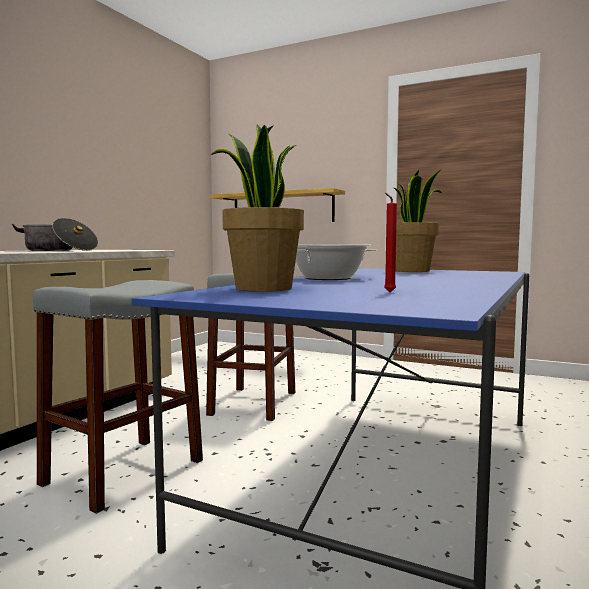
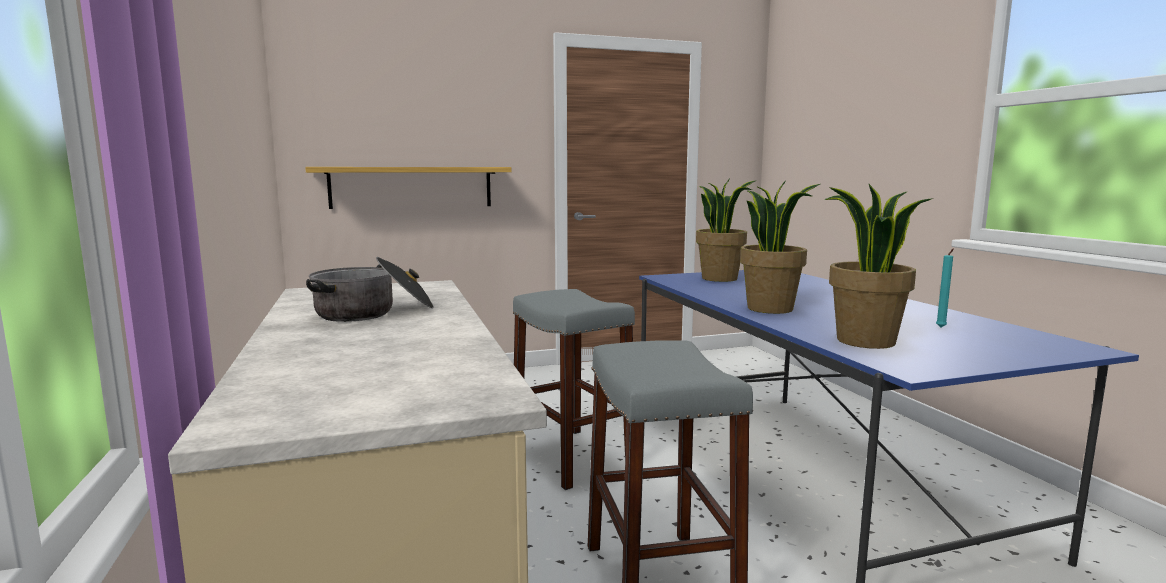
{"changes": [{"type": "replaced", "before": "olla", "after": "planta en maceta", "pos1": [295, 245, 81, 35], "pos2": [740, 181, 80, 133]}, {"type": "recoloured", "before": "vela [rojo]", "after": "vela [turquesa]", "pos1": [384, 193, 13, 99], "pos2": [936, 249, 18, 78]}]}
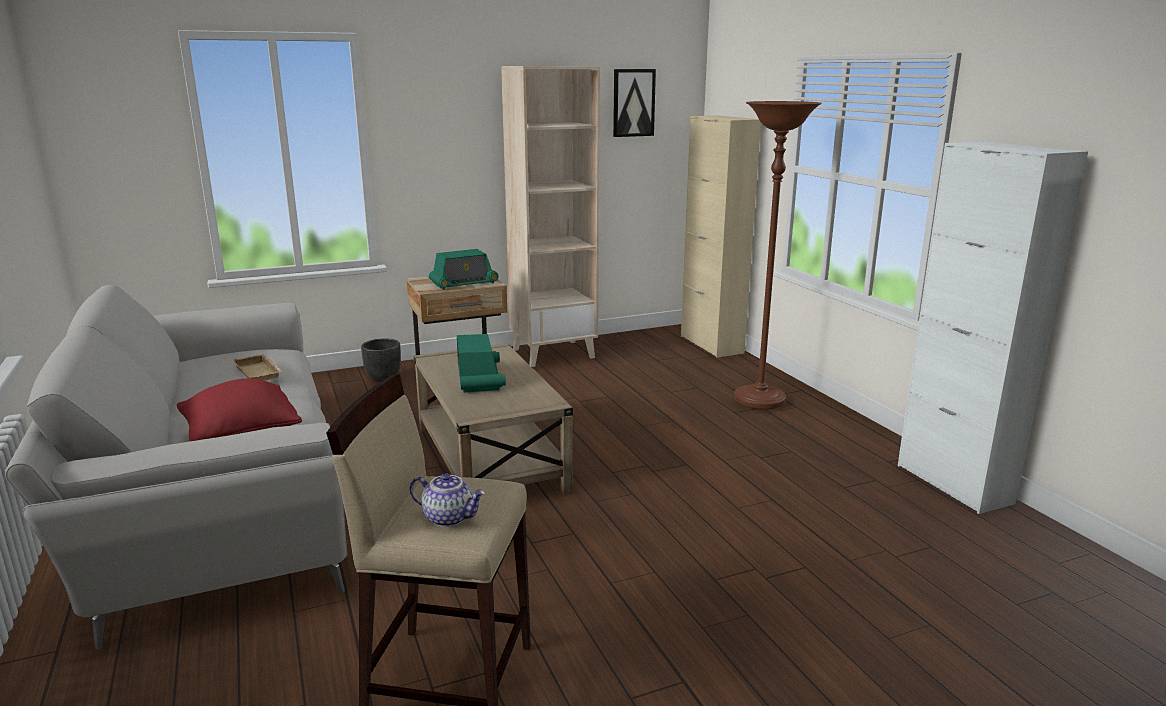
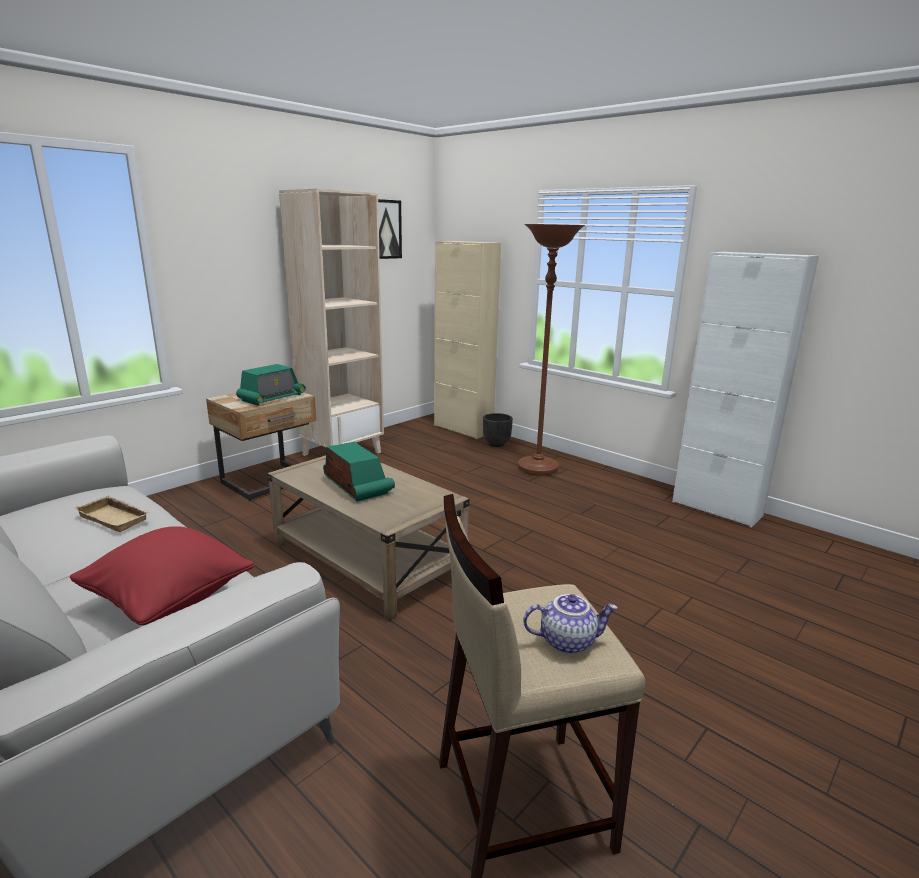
{"changes": [{"type": "moved", "before": "maceta [negro]", "pos1": [361, 338, 40, 44], "pos2": [483, 413, 30, 34]}]}
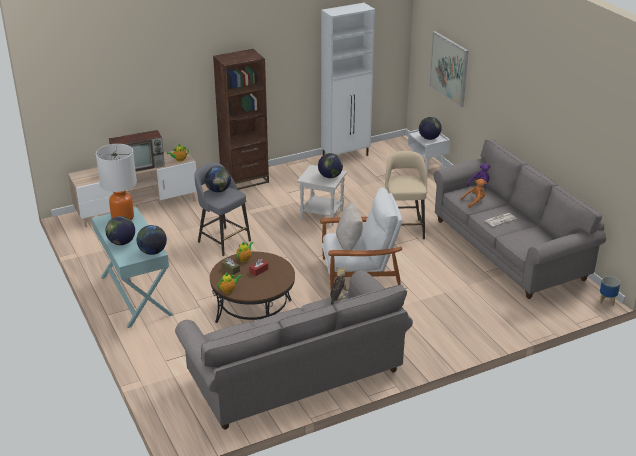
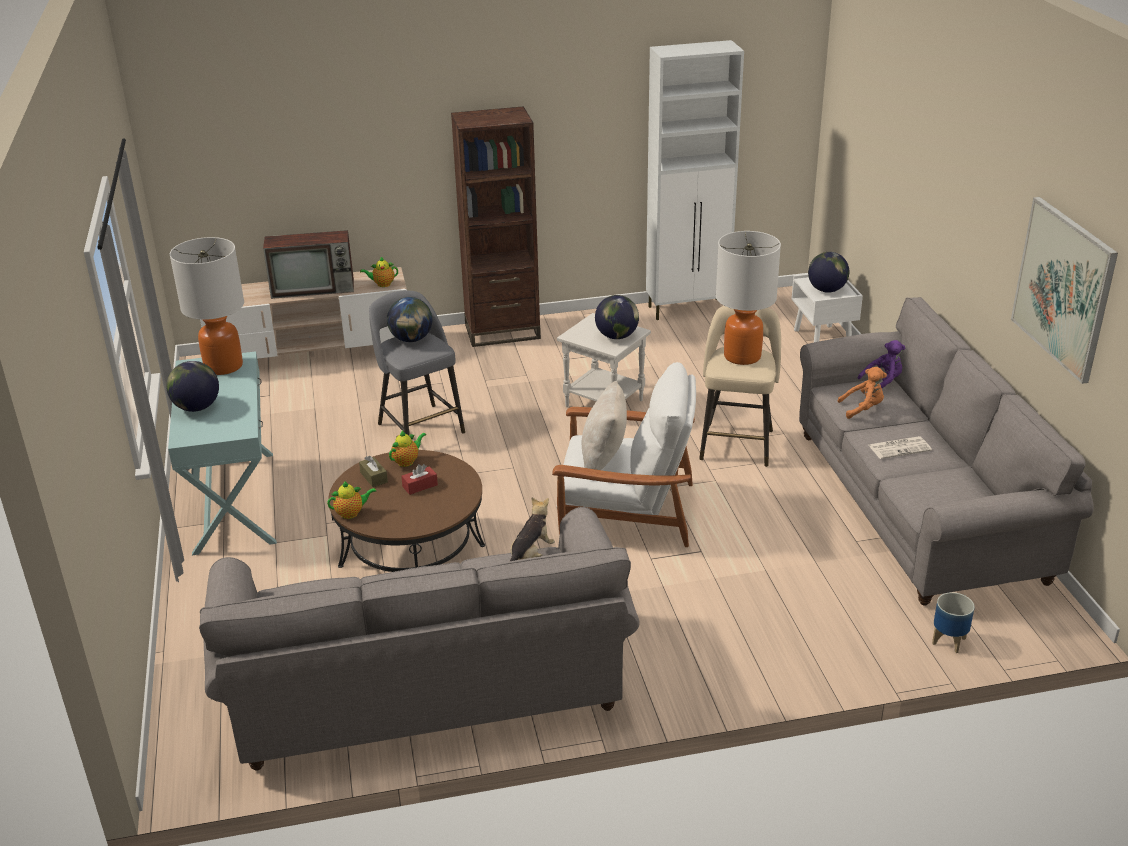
{"changes": [{"type": "added", "after": "lámpara de mesa", "pos2": [716, 231, 65, 134]}, {"type": "moved", "before": "maceta", "pos1": [600, 276, 20, 30], "pos2": [932, 592, 43, 61]}, {"type": "moved", "before": "cuadro", "pos1": [429, 31, 39, 76], "pos2": [1011, 197, 107, 187]}, {"type": "removed", "before": "globo terráqueo", "pos1": [137, 225, 30, 30]}]}
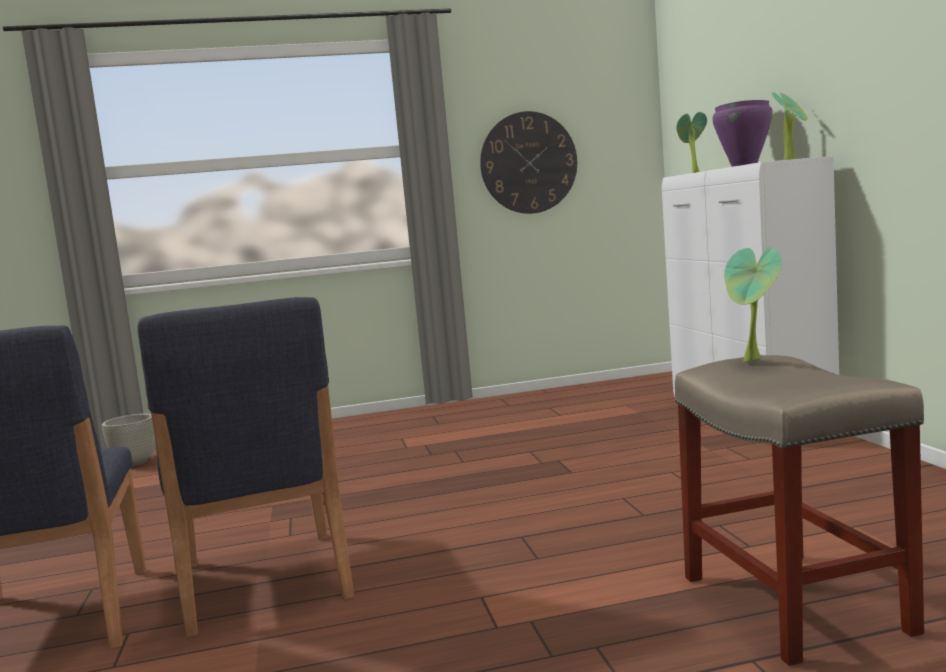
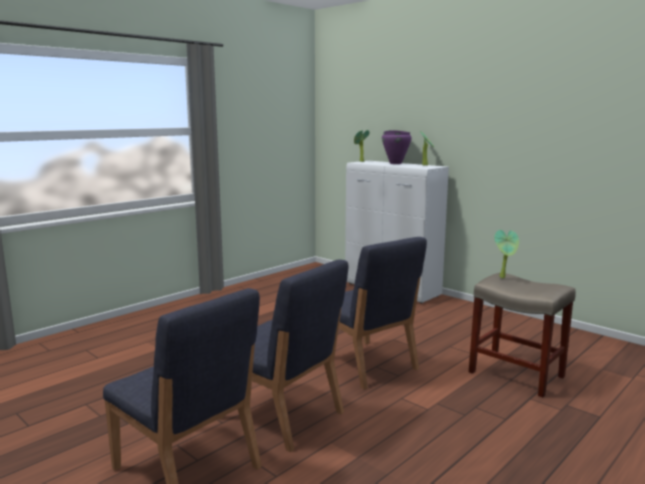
{"changes": [{"type": "added", "after": "silla [azul]", "pos2": [338, 237, 89, 152]}, {"type": "removed", "before": "maceta [gris]", "pos1": [102, 414, 54, 52]}, {"type": "removed", "before": "reloj de pared", "pos1": [480, 111, 97, 103]}]}
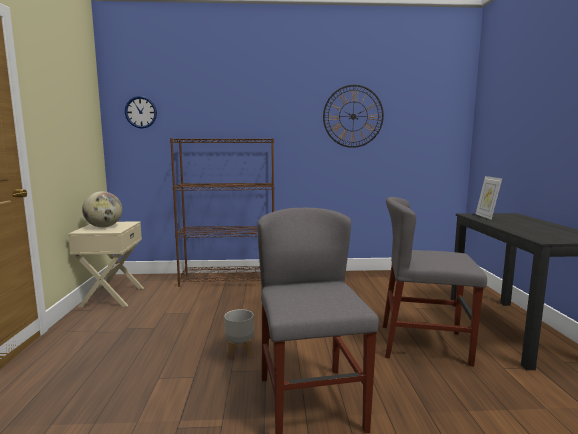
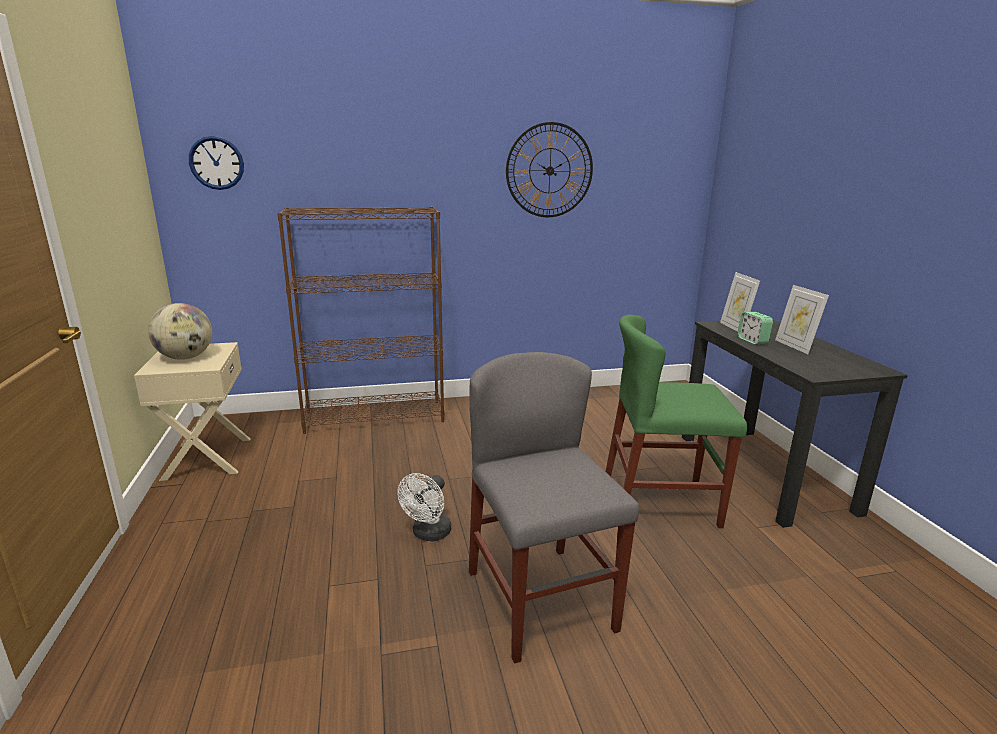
{"changes": [{"type": "replaced", "before": "maceta [gris]", "after": "ventilador [blanco]", "pos1": [224, 309, 30, 50], "pos2": [397, 473, 54, 68]}, {"type": "recoloured", "before": "silla [gris]", "after": "silla [verde]", "pos1": [383, 197, 104, 170], "pos2": [606, 315, 141, 213]}, {"type": "added", "after": "despertador", "pos2": [738, 312, 35, 33]}, {"type": "added", "after": "portarretratos", "pos2": [775, 285, 54, 69]}]}
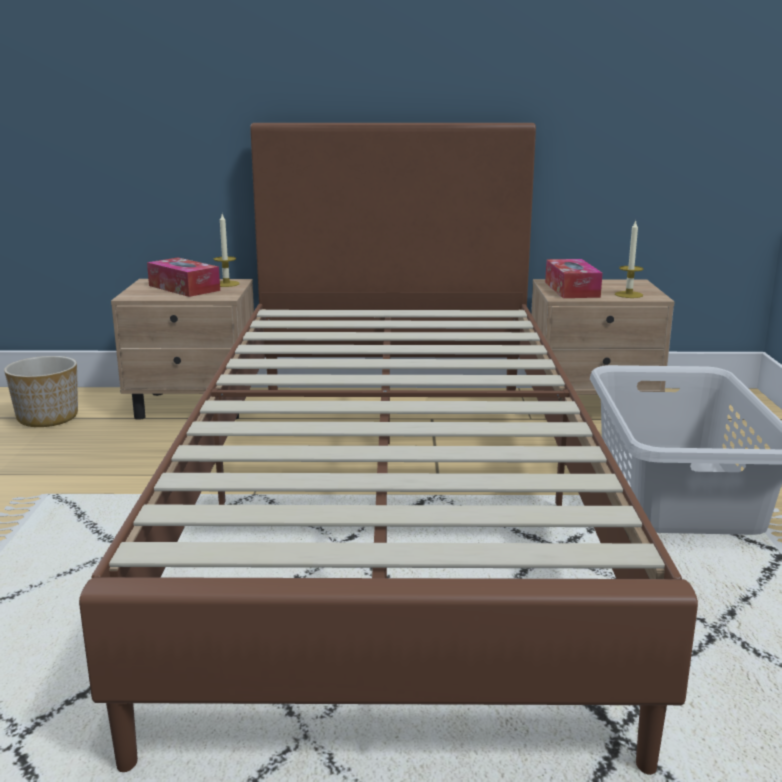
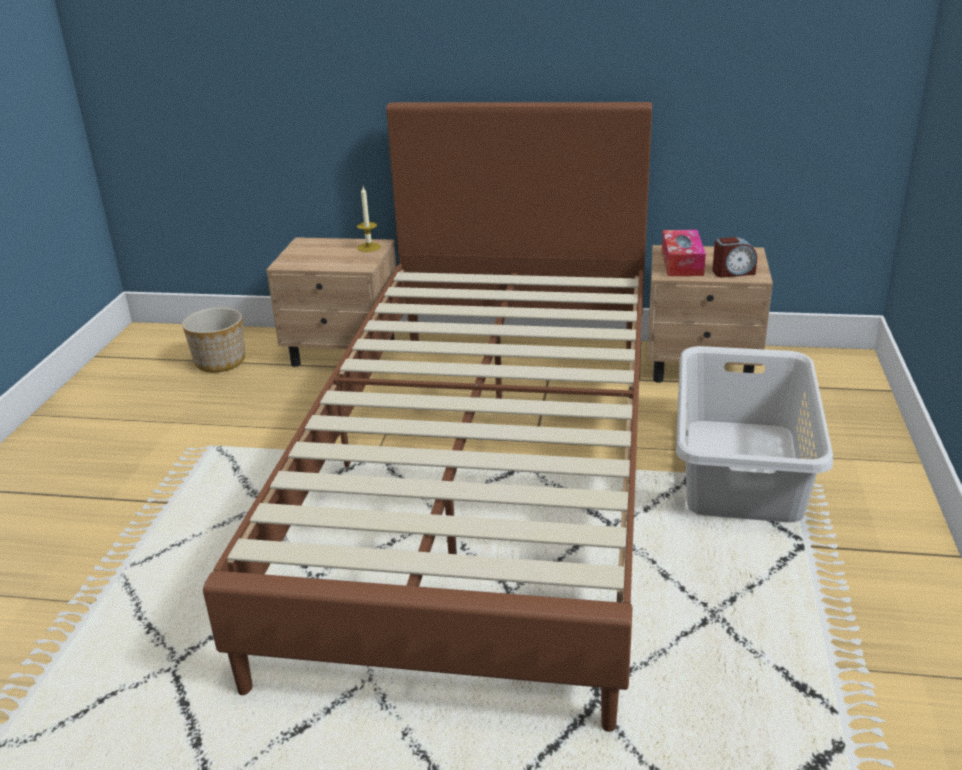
{"changes": [{"type": "replaced", "before": "vela", "after": "despertador", "pos1": [615, 220, 29, 78], "pos2": [712, 237, 45, 40]}, {"type": "removed", "before": "caja de pañuelos", "pos1": [147, 258, 73, 39]}]}
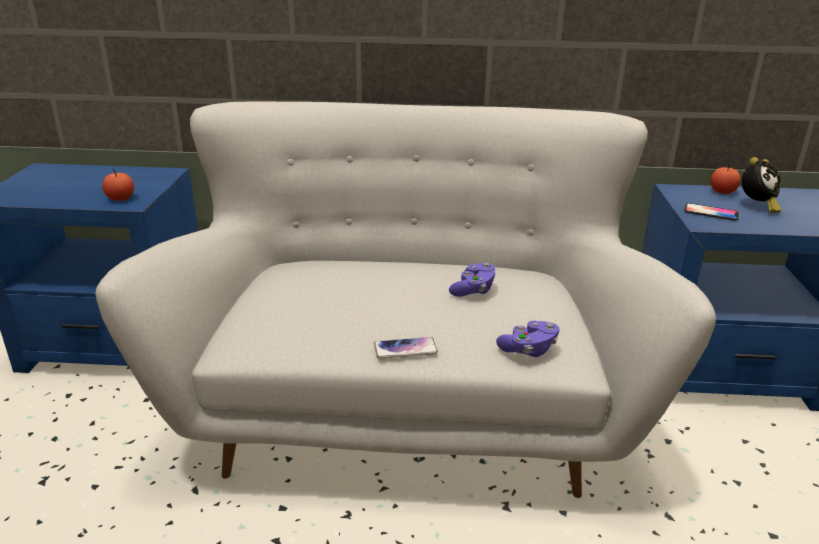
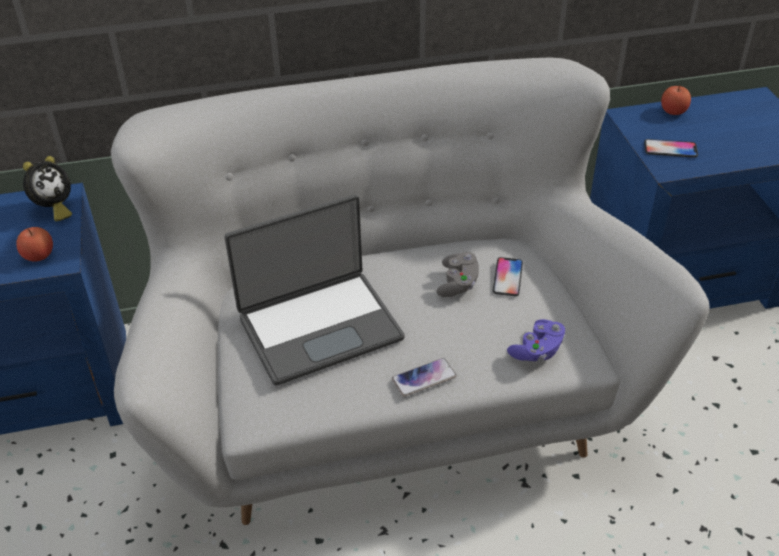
{"changes": [{"type": "moved", "before": "despertador", "pos1": [742, 157, 40, 56], "pos2": [23, 156, 49, 65]}, {"type": "added", "after": "portátil", "pos2": [224, 195, 181, 191]}, {"type": "recoloured", "before": "mando de consola [morado]", "after": "mando de consola [gris]", "pos1": [449, 263, 47, 34], "pos2": [436, 252, 43, 45]}, {"type": "added", "after": "móvil", "pos2": [493, 257, 30, 39]}]}
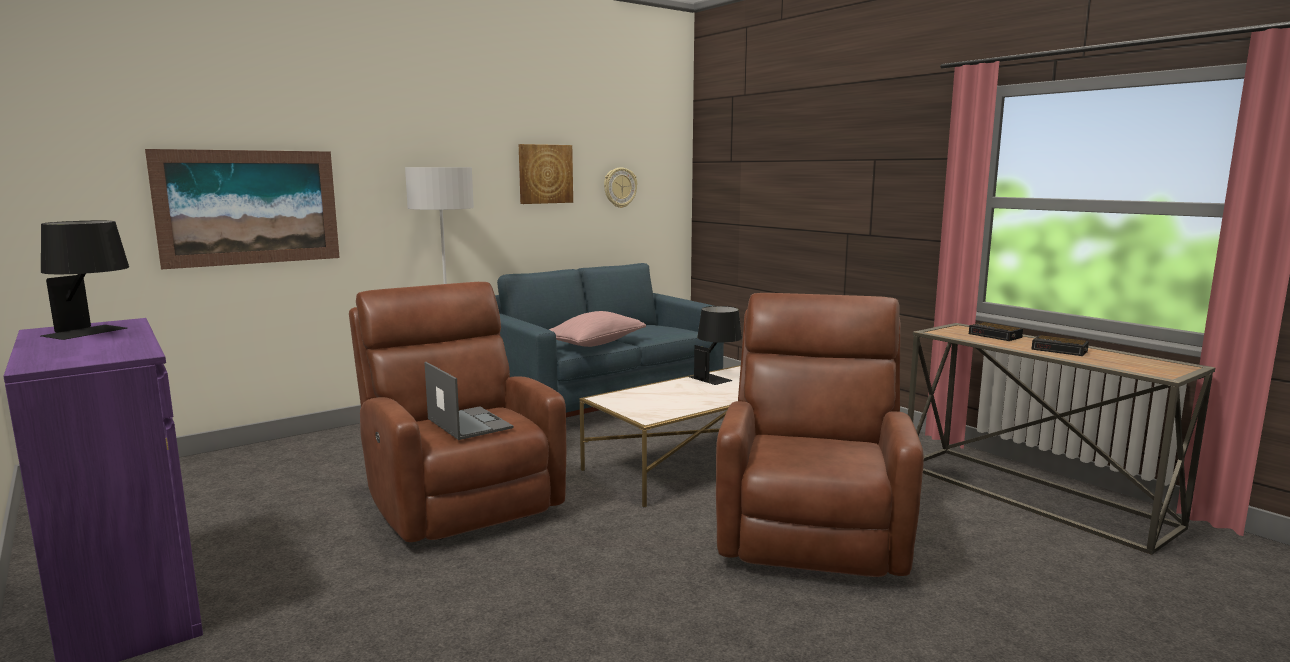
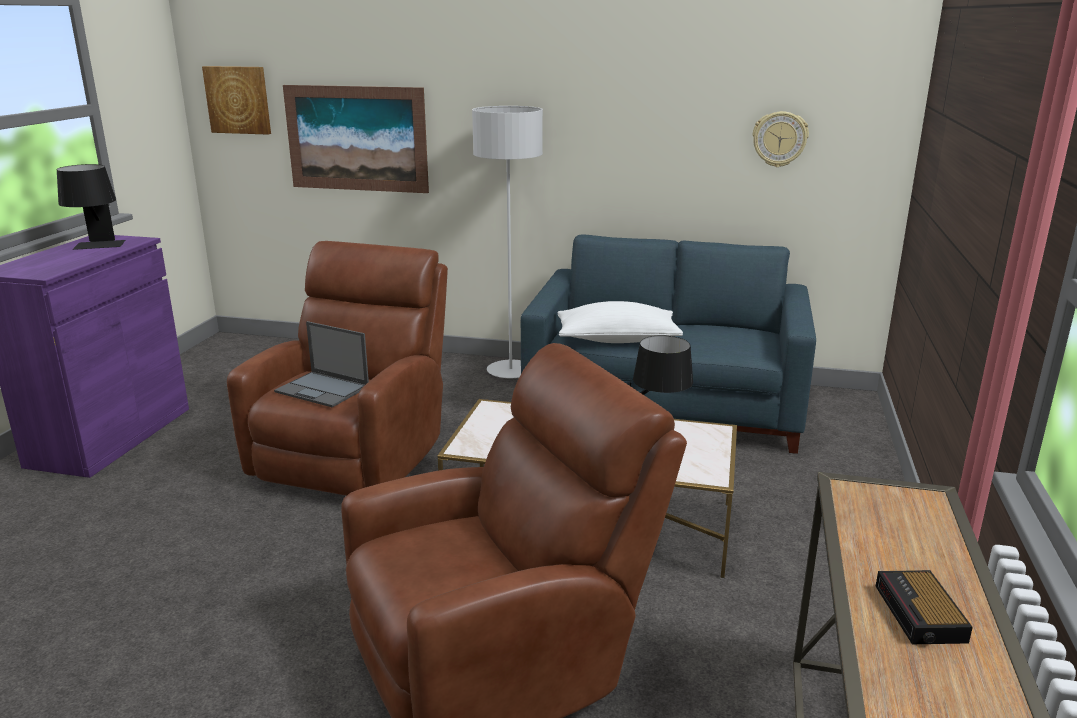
{"changes": [{"type": "moved", "before": "cuadro", "pos1": [519, 144, 54, 60], "pos2": [202, 66, 69, 69]}, {"type": "turned", "before": "portátil", "pos1": [424, 362, 89, 78], "pos2": [274, 321, 95, 86], "turn": 105}, {"type": "recoloured", "before": "cojín [rosa]", "after": "cojín [blanco]", "pos1": [549, 311, 97, 36], "pos2": [557, 301, 126, 42]}, {"type": "removed", "before": "despertador", "pos1": [969, 322, 54, 19]}]}
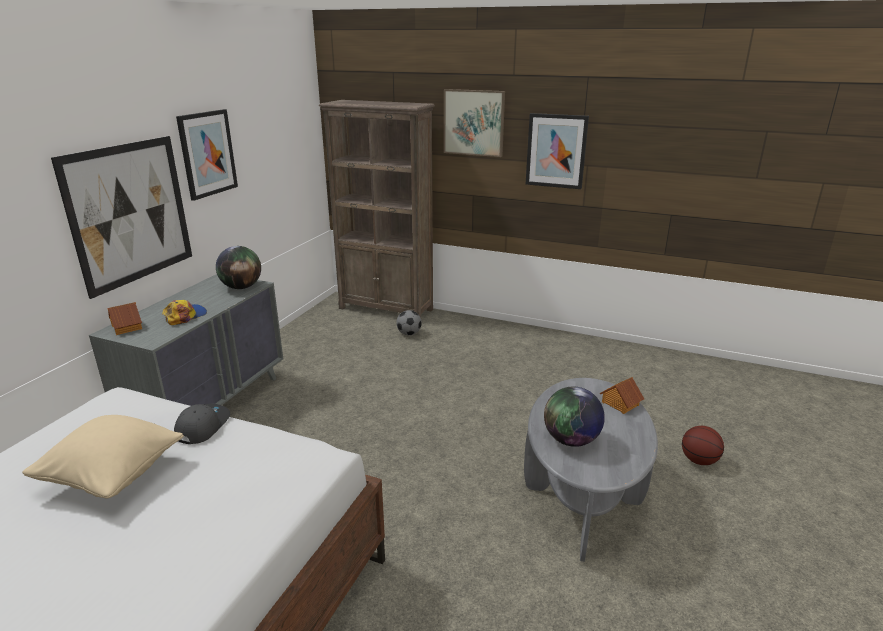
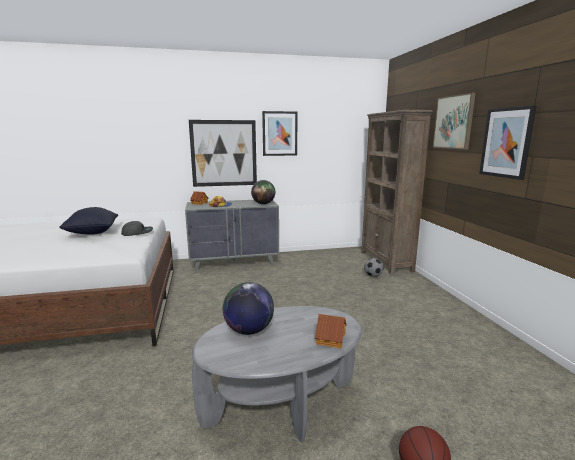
{"changes": [{"type": "recoloured", "before": "cojín [beis]", "after": "cojín [negro]", "pos1": [22, 415, 162, 83], "pos2": [60, 207, 58, 28]}]}
